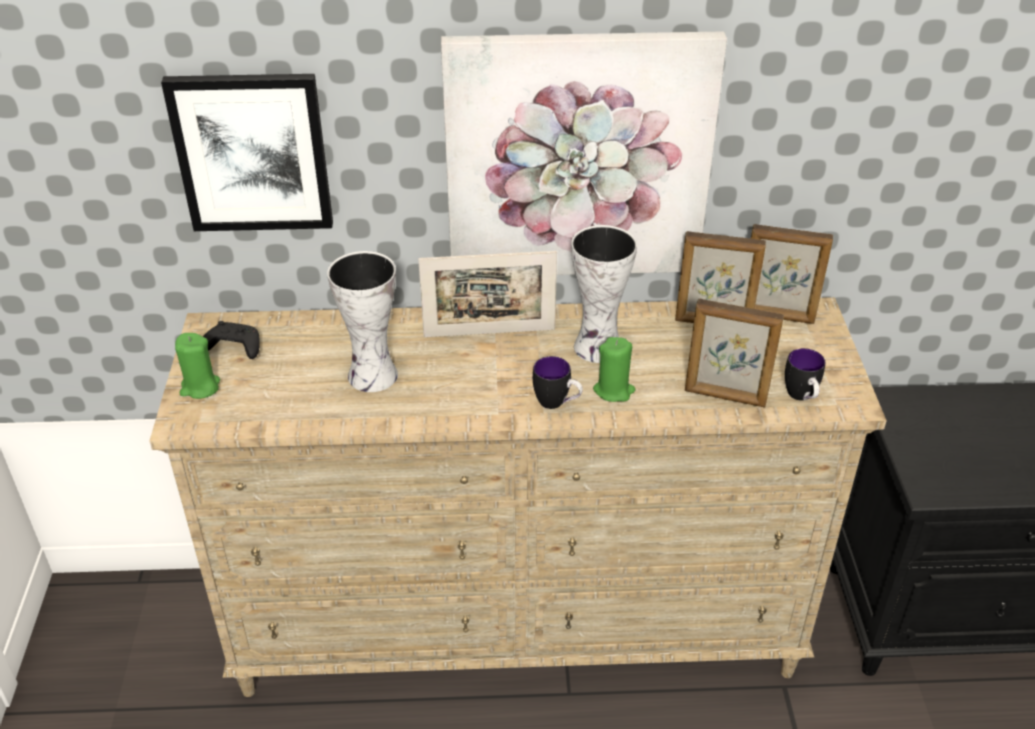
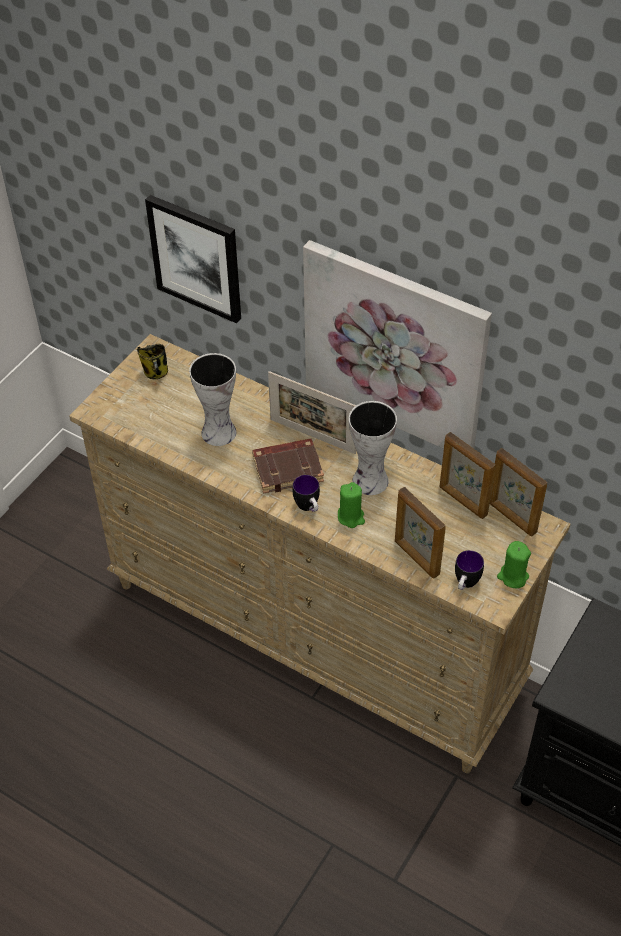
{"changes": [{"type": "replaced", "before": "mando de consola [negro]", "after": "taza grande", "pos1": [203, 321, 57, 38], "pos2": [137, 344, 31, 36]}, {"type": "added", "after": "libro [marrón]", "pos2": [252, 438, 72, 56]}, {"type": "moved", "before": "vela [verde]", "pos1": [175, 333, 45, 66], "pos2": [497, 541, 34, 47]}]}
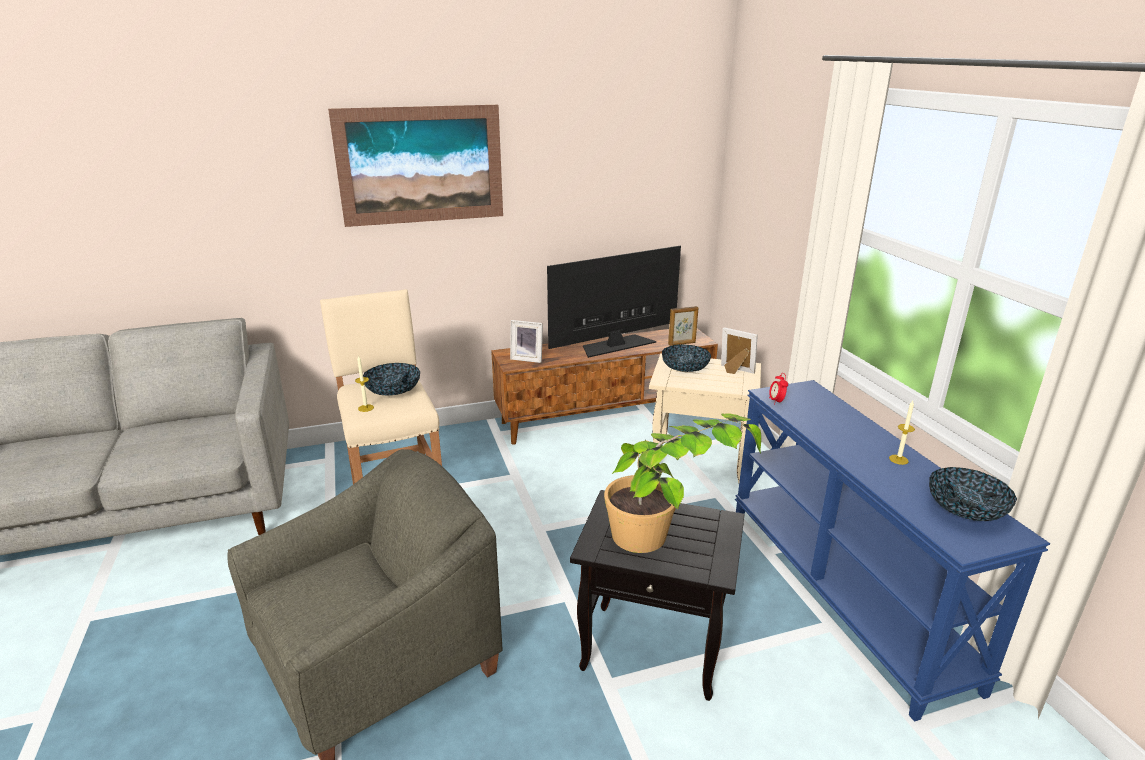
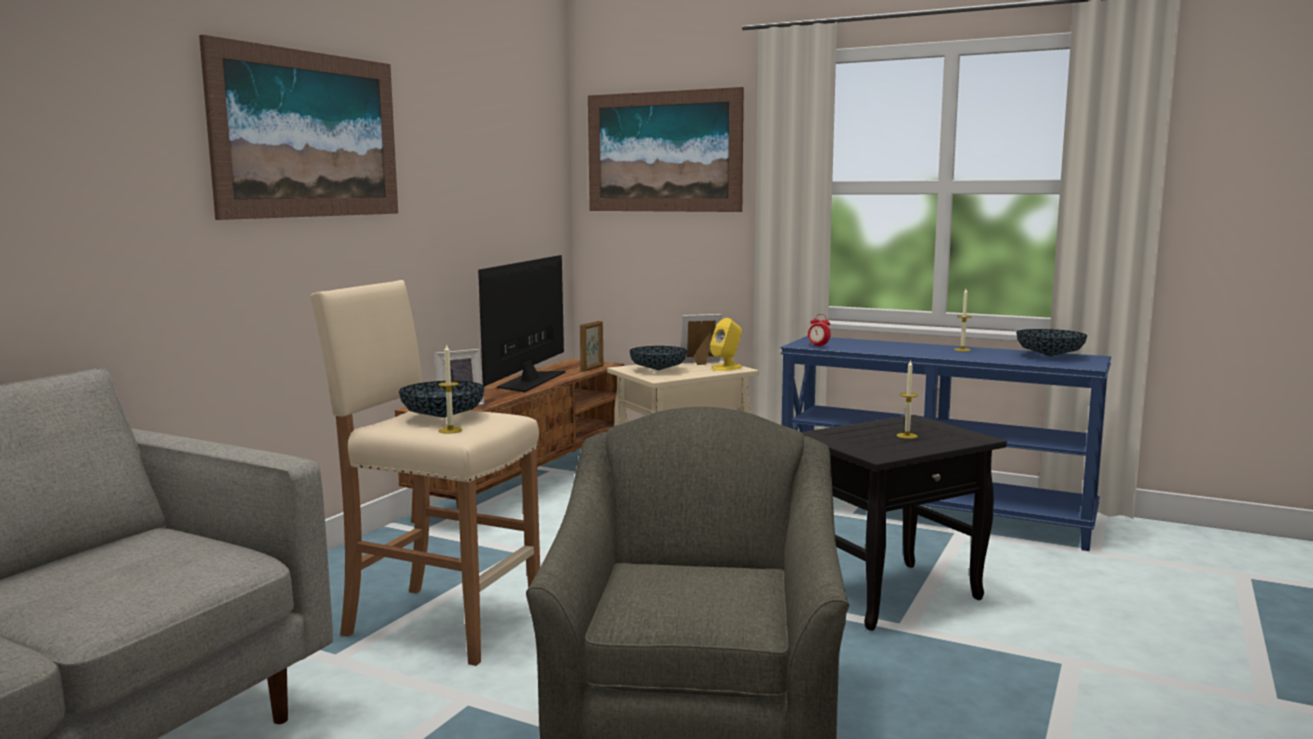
{"changes": [{"type": "added", "after": "cuadro", "pos2": [588, 87, 156, 125]}, {"type": "added", "after": "altavoz [amarillo]", "pos2": [710, 318, 32, 53]}, {"type": "replaced", "before": "planta en maceta", "after": "vela", "pos1": [604, 413, 157, 140], "pos2": [897, 359, 21, 80]}]}
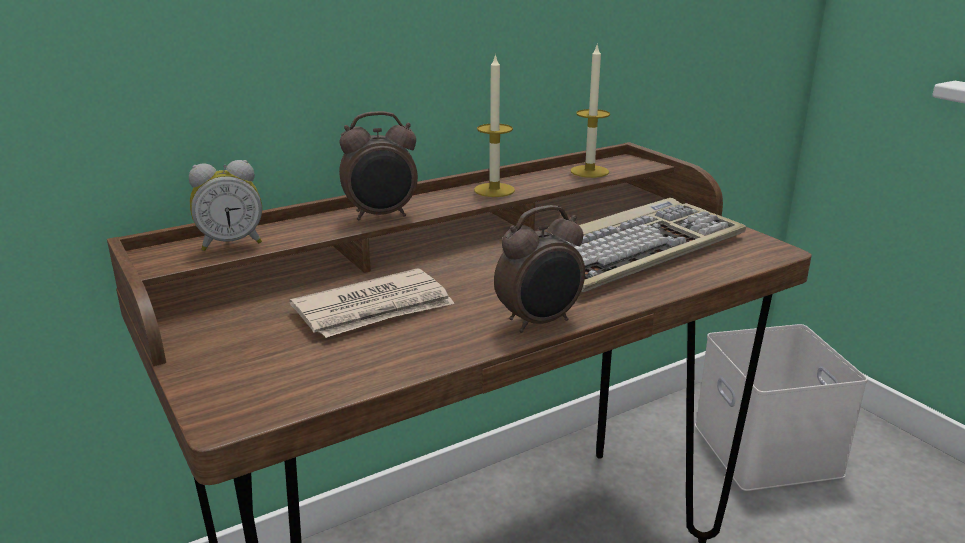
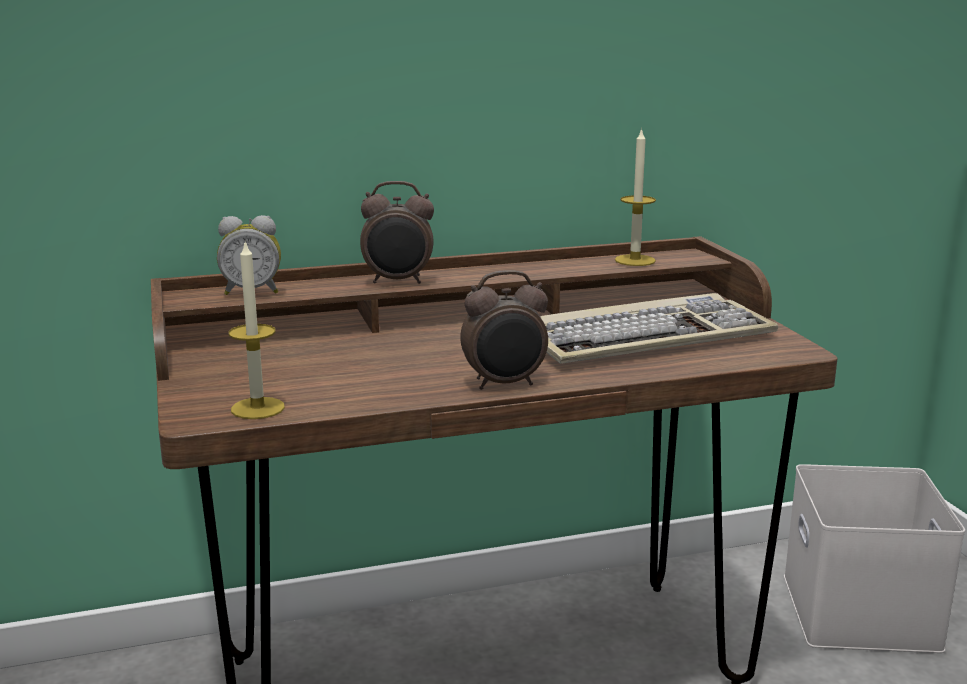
{"changes": [{"type": "moved", "before": "vela", "pos1": [474, 53, 41, 144], "pos2": [229, 240, 56, 179]}, {"type": "removed", "before": "periódico", "pos1": [289, 268, 166, 70]}]}
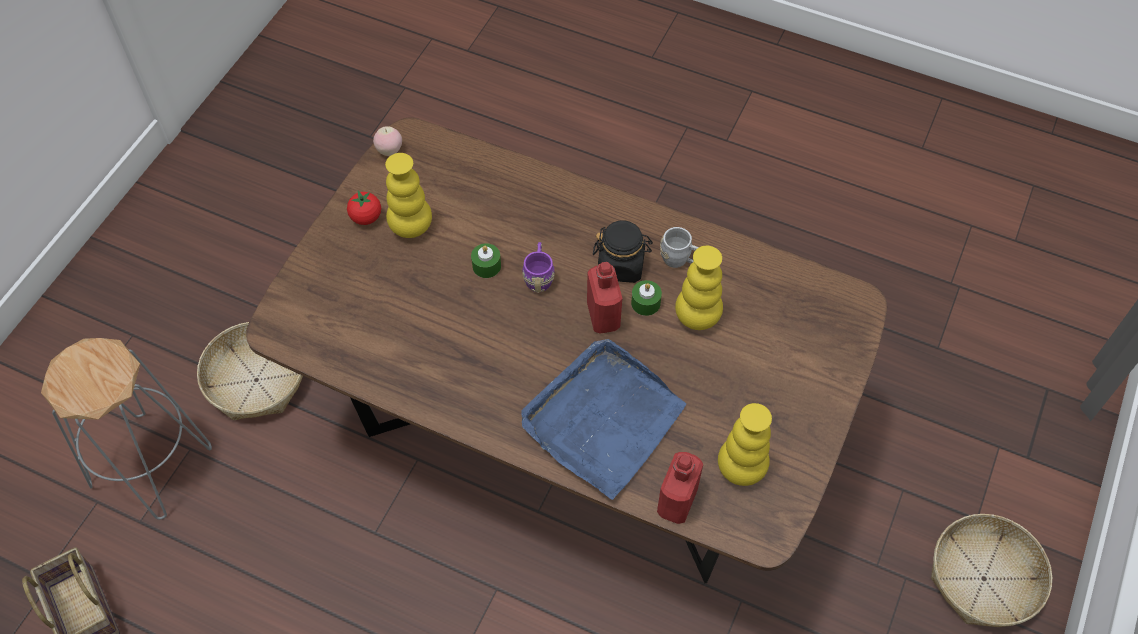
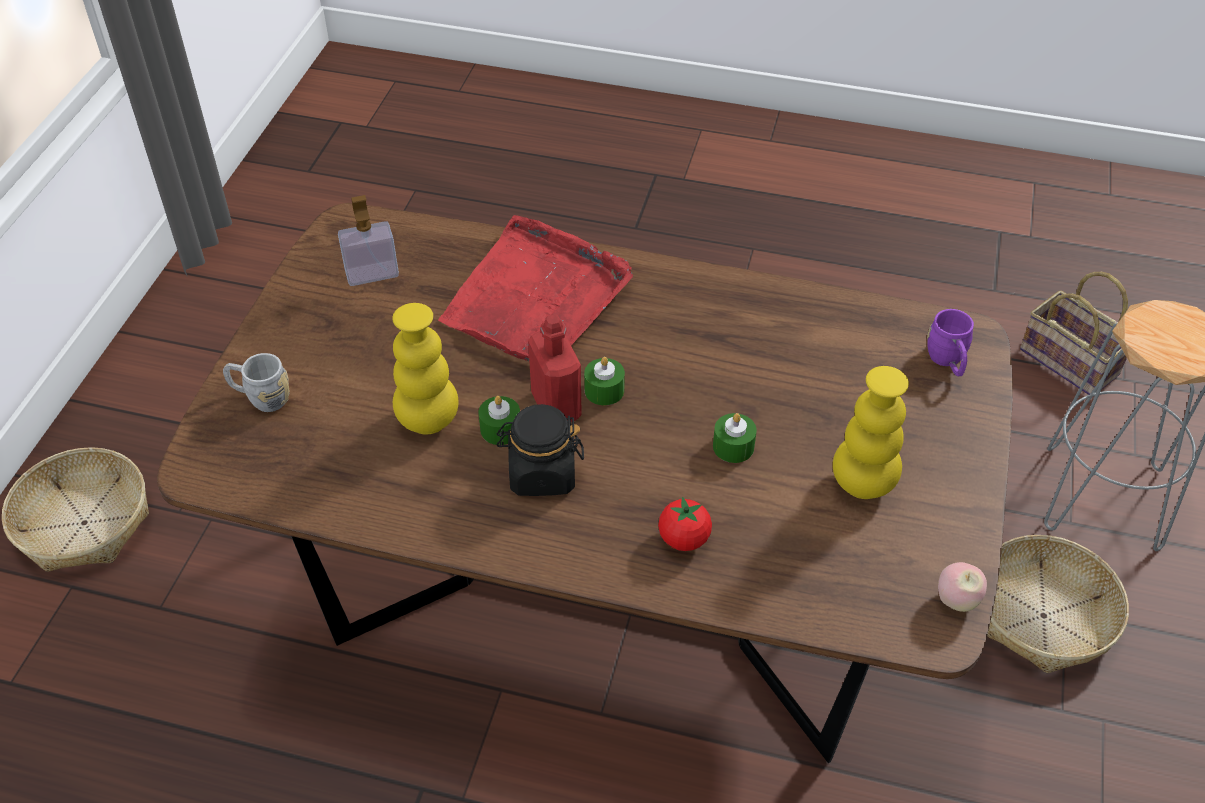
{"changes": [{"type": "moved", "before": "taza grande [gris]", "pos1": [660, 227, 39, 41], "pos2": [223, 353, 67, 59]}, {"type": "replaced", "before": "florero [amarillo]", "after": "dispensador de jabón", "pos1": [718, 403, 54, 83], "pos2": [338, 195, 61, 91]}, {"type": "recoloured", "before": "bandeja [azul]", "after": "bandeja [rojo]", "pos1": [522, 339, 164, 161], "pos2": [438, 215, 195, 146]}, {"type": "added", "after": "vela [verde]", "pos2": [584, 357, 41, 48]}, {"type": "moved", "before": "tomate", "pos1": [347, 191, 34, 34], "pos2": [658, 497, 54, 54]}, {"type": "moved", "before": "taza grande [morado]", "pos1": [522, 242, 33, 51], "pos2": [927, 309, 47, 67]}, {"type": "removed", "before": "botella [rojo]", "pos1": [657, 452, 46, 72]}]}
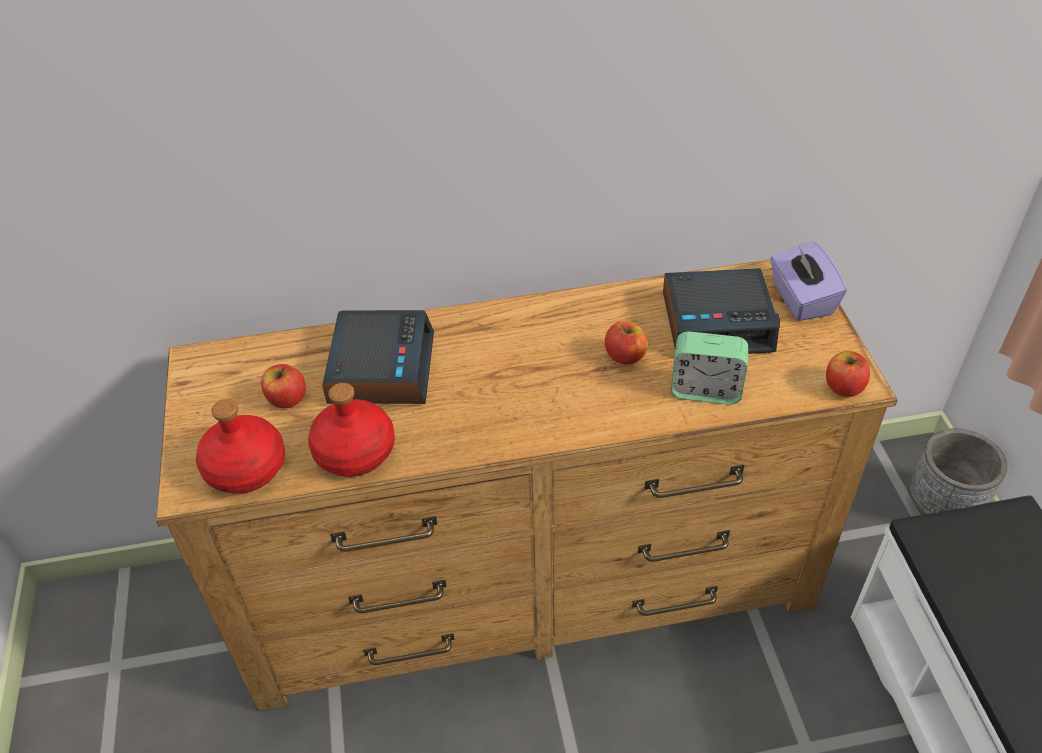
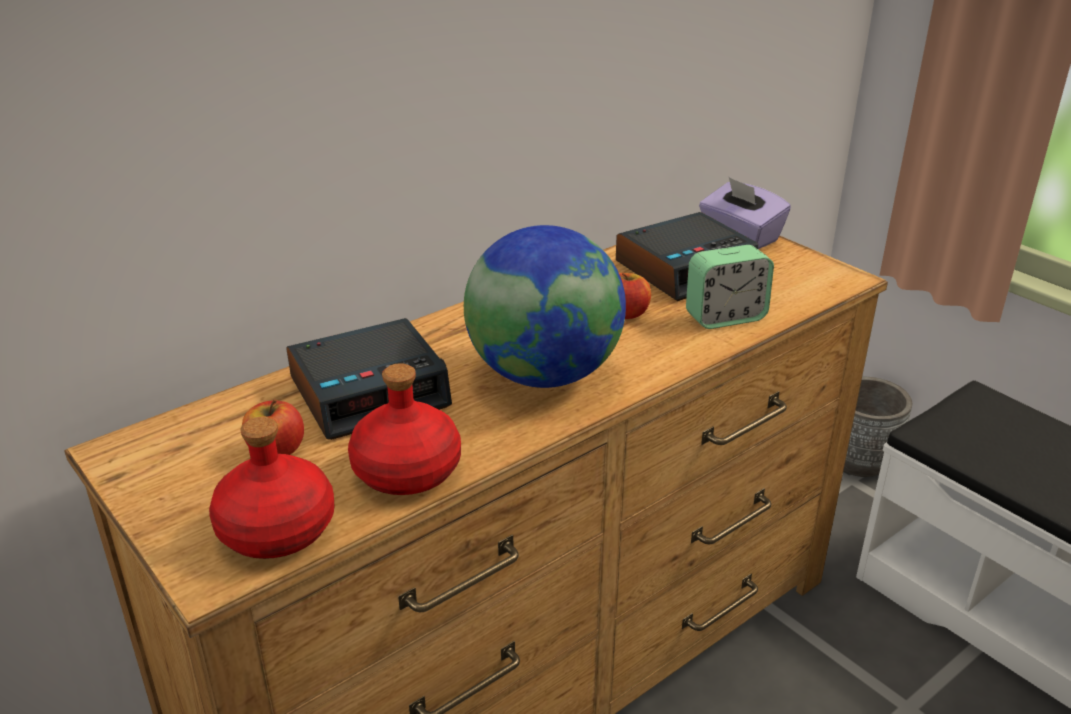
{"changes": [{"type": "turned", "before": "despertador", "pos1": [322, 310, 112, 94], "pos2": [286, 318, 166, 122], "turn": 90}, {"type": "added", "after": "globo terráqueo", "pos2": [464, 225, 162, 163]}, {"type": "removed", "before": "manzana", "pos1": [826, 351, 44, 46]}]}
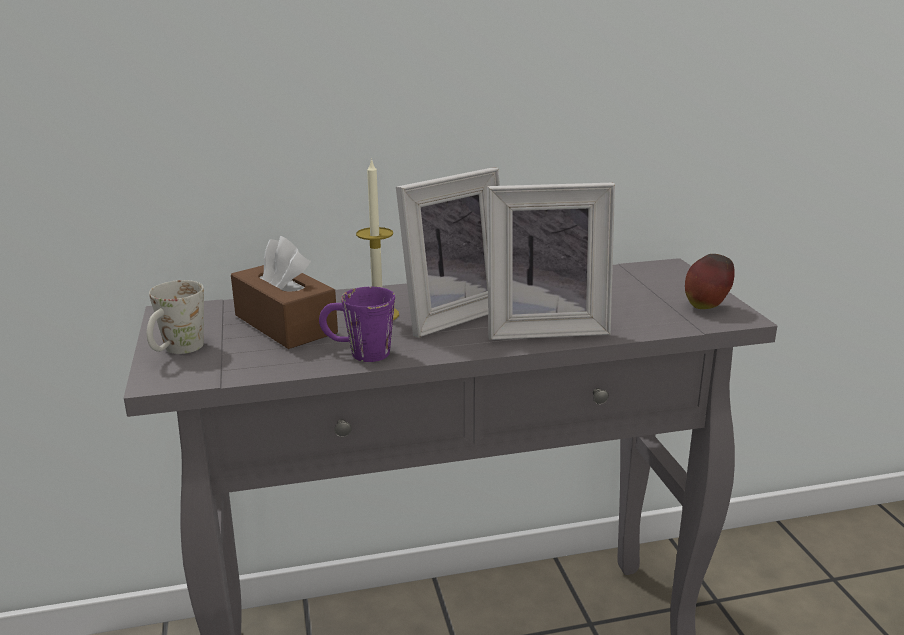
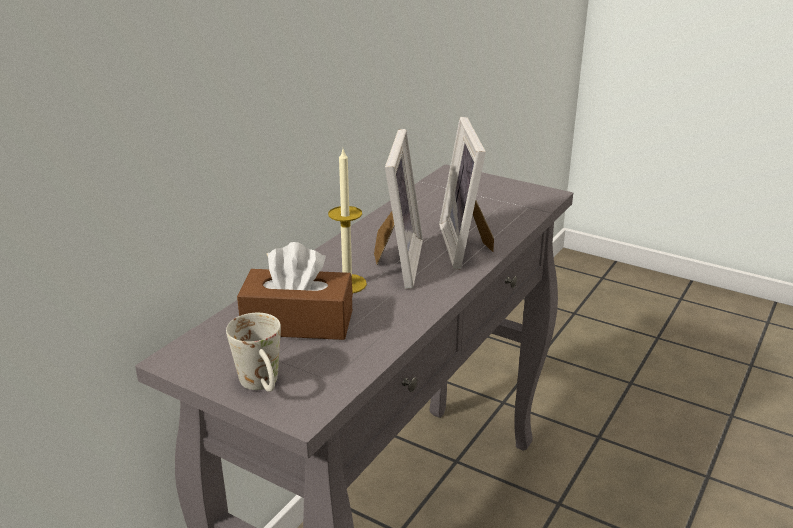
{"changes": [{"type": "turned", "before": "portarretratos", "pos1": [487, 183, 128, 157], "pos2": [439, 117, 55, 152], "turn": 135}, {"type": "removed", "before": "taza grande [morado]", "pos1": [319, 287, 76, 75]}, {"type": "removed", "before": "manzana", "pos1": [685, 254, 50, 55]}]}
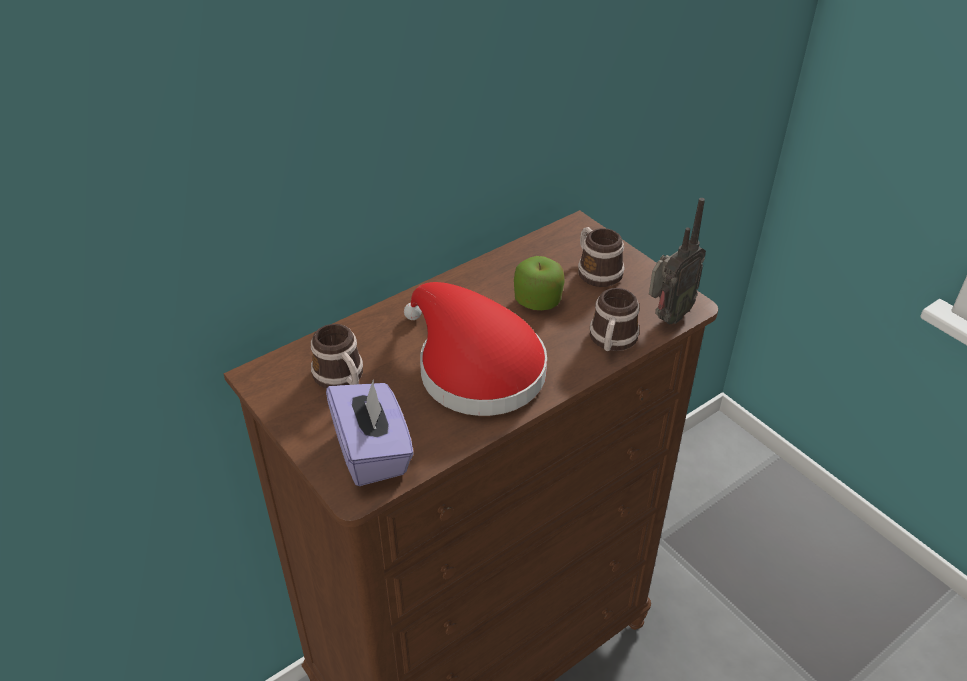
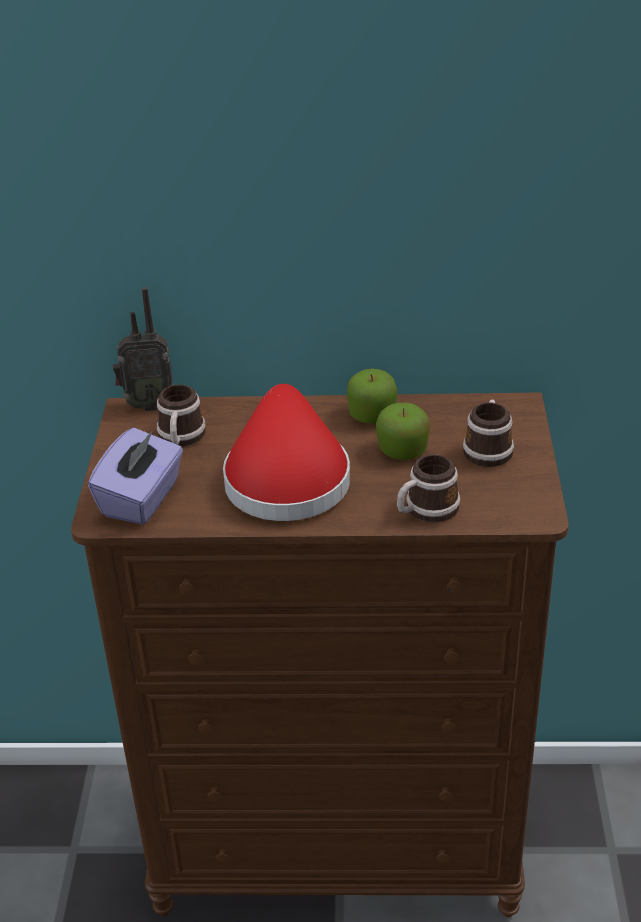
{"changes": [{"type": "moved", "before": "radio", "pos1": [649, 198, 57, 127], "pos2": [113, 287, 59, 124]}, {"type": "added", "after": "manzana", "pos2": [347, 368, 50, 56]}]}
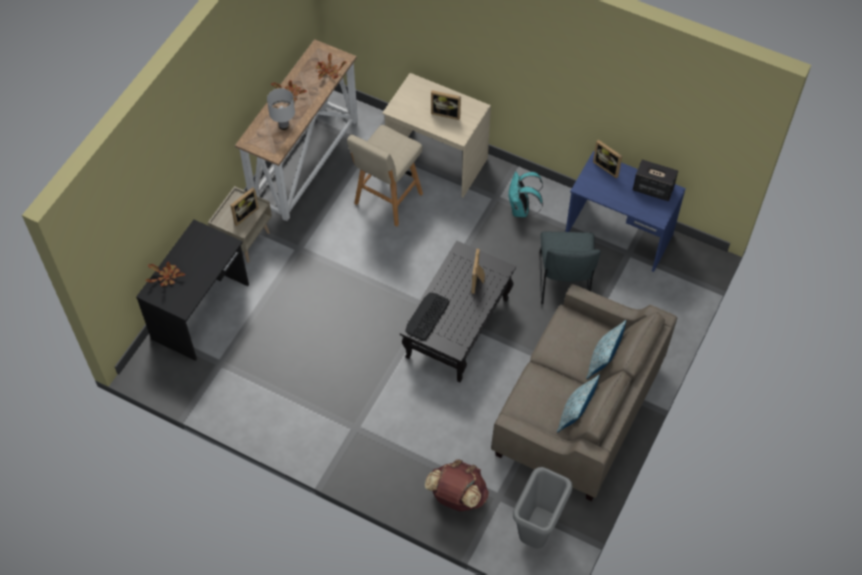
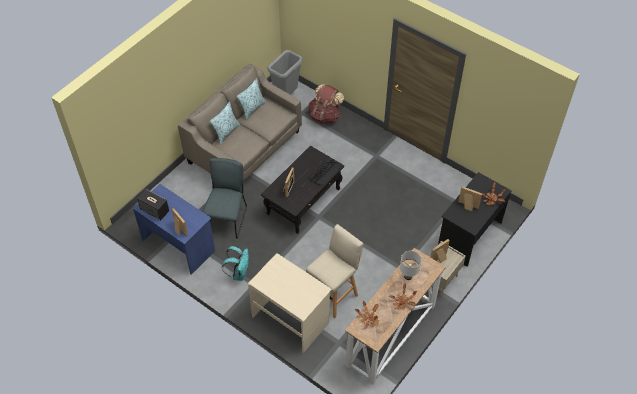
{"changes": [{"type": "moved", "before": "portarretratos", "pos1": [431, 90, 30, 30], "pos2": [458, 186, 24, 25]}]}
